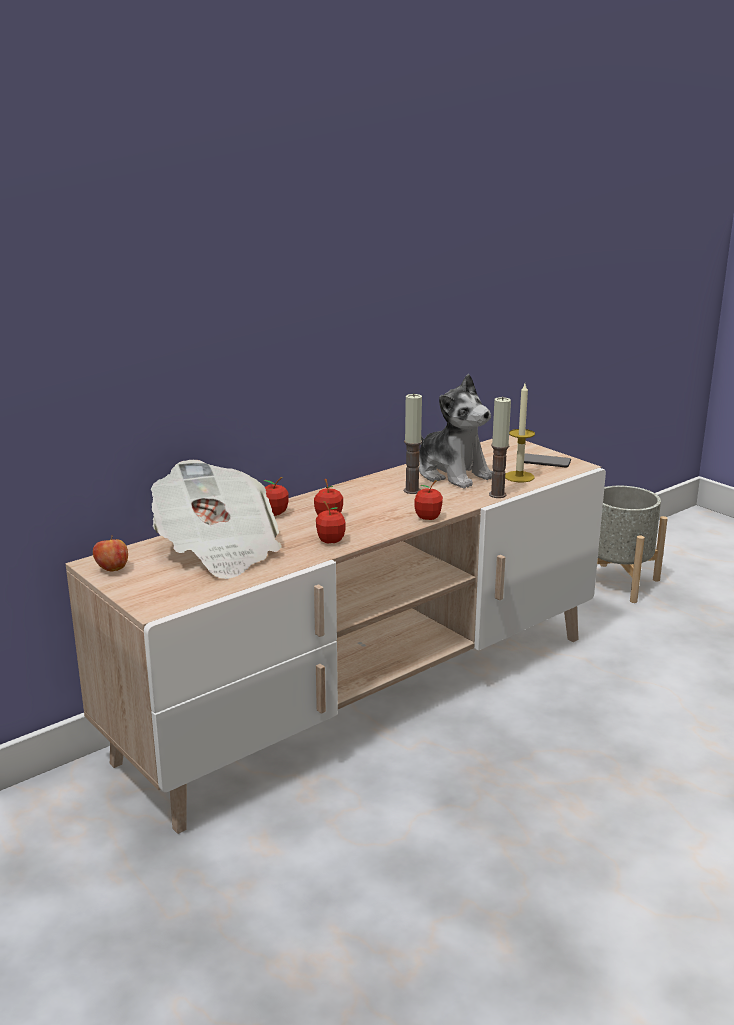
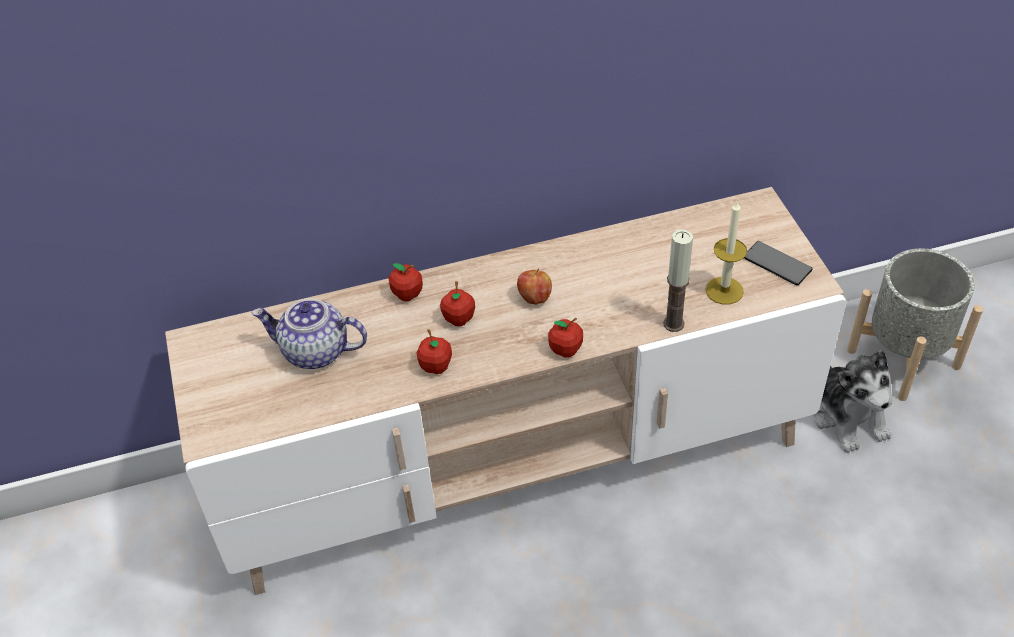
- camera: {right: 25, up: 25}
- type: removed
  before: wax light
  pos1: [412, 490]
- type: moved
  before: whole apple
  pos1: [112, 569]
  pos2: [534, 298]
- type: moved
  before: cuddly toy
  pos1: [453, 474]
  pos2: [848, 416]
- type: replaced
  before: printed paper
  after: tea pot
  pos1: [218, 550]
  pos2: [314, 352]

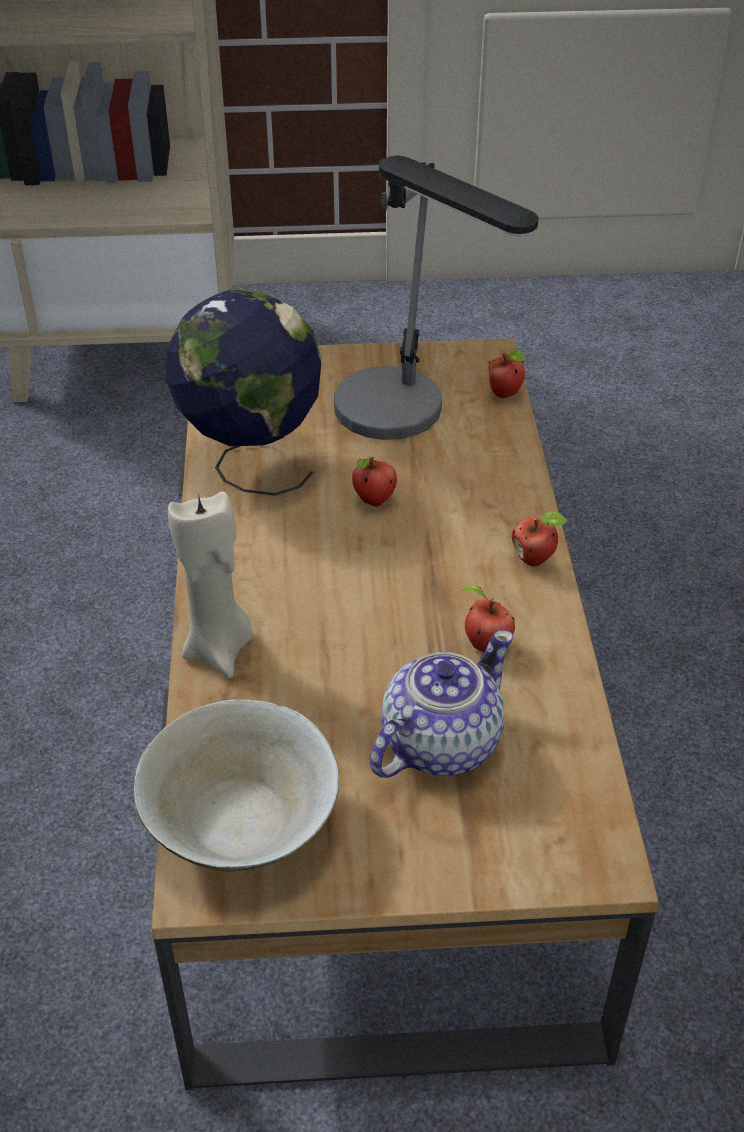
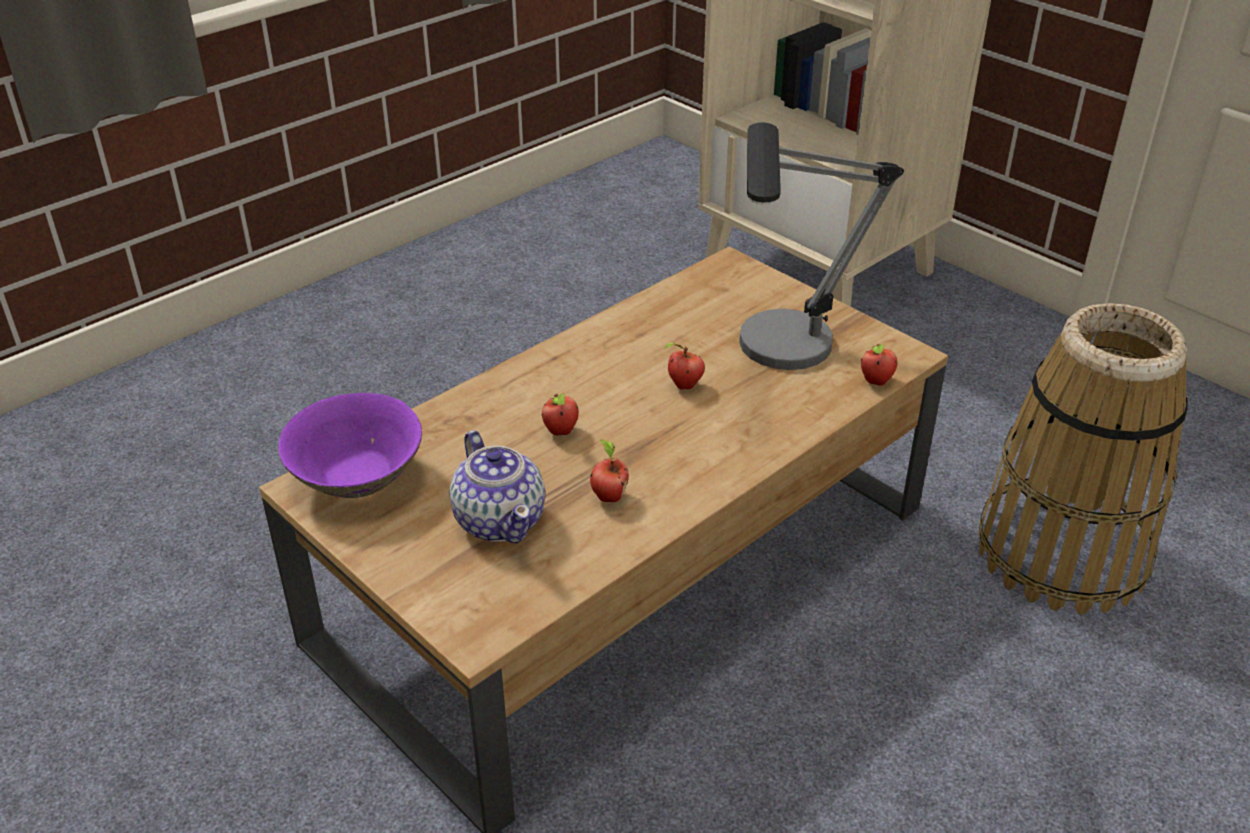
- camera: {right: 50, up: -5}
- type: removed
  before: desk globe
  pos1: [251, 463]
- type: removed
  before: beige-coloured wax light
  pos1: [219, 649]
- type: added
  after: storage basket
  pos2: [1062, 554]
- type: moved
  before: whole apple
  pos1: [535, 559]
  pos2: [561, 432]
- type: recoloured
  before: beige-coloured bowl
  after: purple bowl
  pos1: [242, 826]
  pos2: [357, 479]
- type: turned
  before: tea pot
  pos1: [438, 744]
  pos2: [500, 520]
  turn: 60

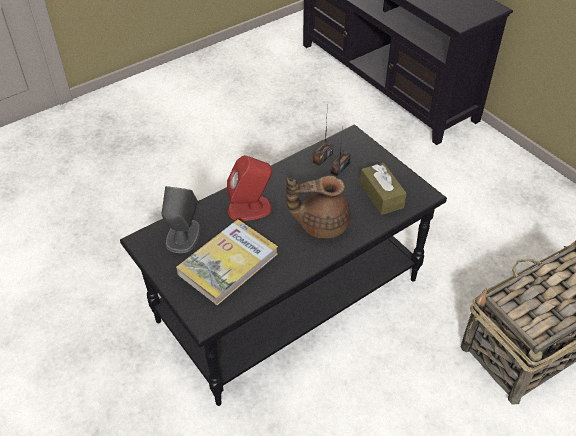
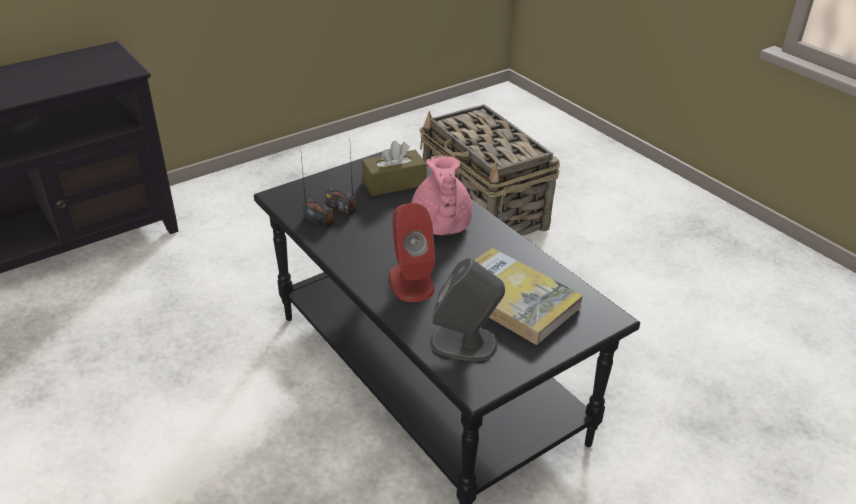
- camera: {right: -90, up: -10}
- type: recoloured
  before: brown tea pot
  after: pink tea pot
  pos1: [321, 224]
  pos2: [440, 226]

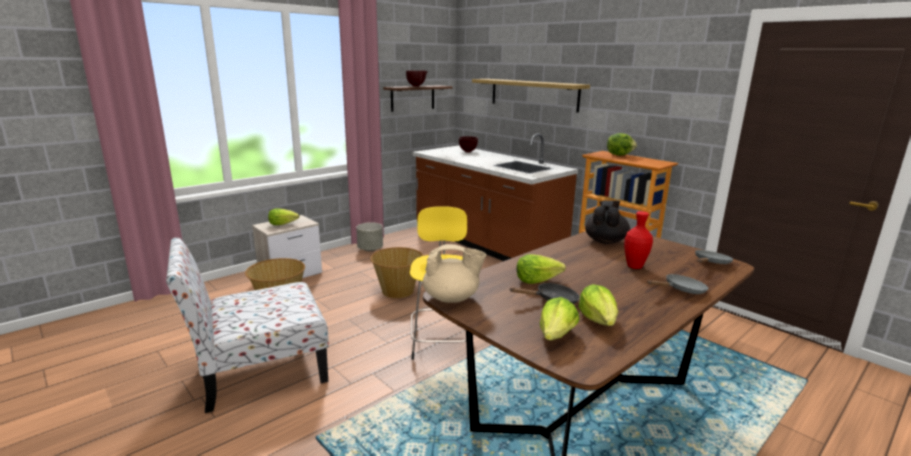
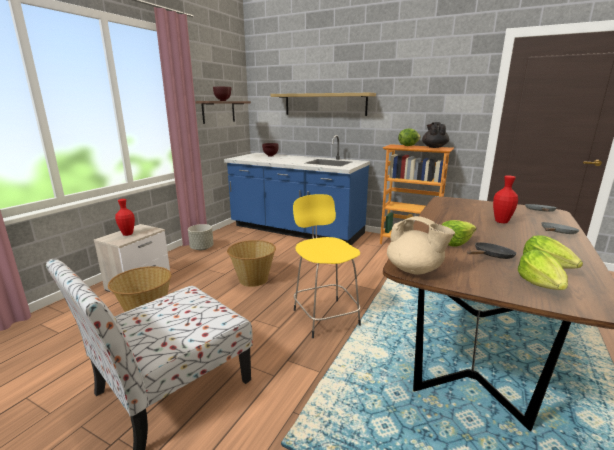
- camera: {right: -20, up: 0}
- type: moved
  before: blackish tea pot
  pos1: [605, 241]
  pos2: [434, 147]
- type: replaced
  before: head of lettuce
  after: red-coloured decorative vase
  pos1: [283, 224]
  pos2: [127, 234]
- type: recoloured
  before: brown kitchen counter
  after: blue-coloured kitchen counter
  pos1: [486, 244]
  pos2: [296, 230]
- type: turned
  before: beige-coloured tea pot
  pos1: [452, 298]
  pos2: [414, 270]
  turn: 60

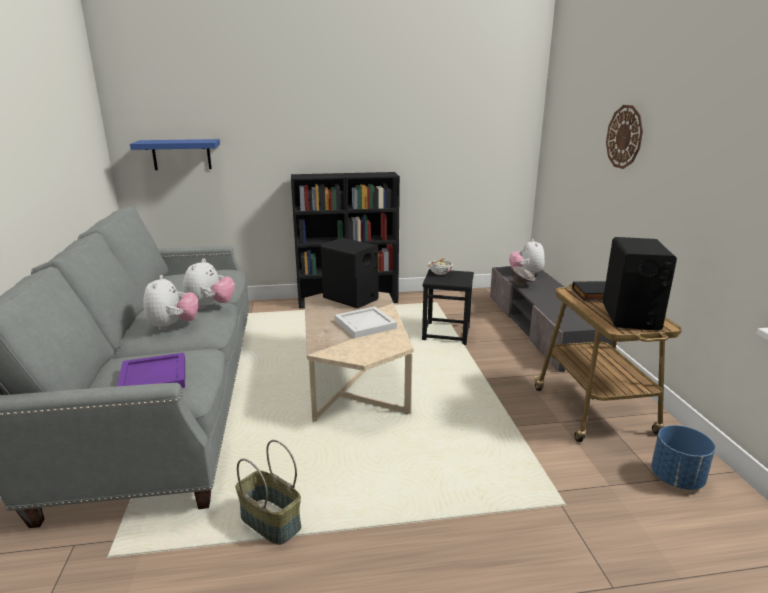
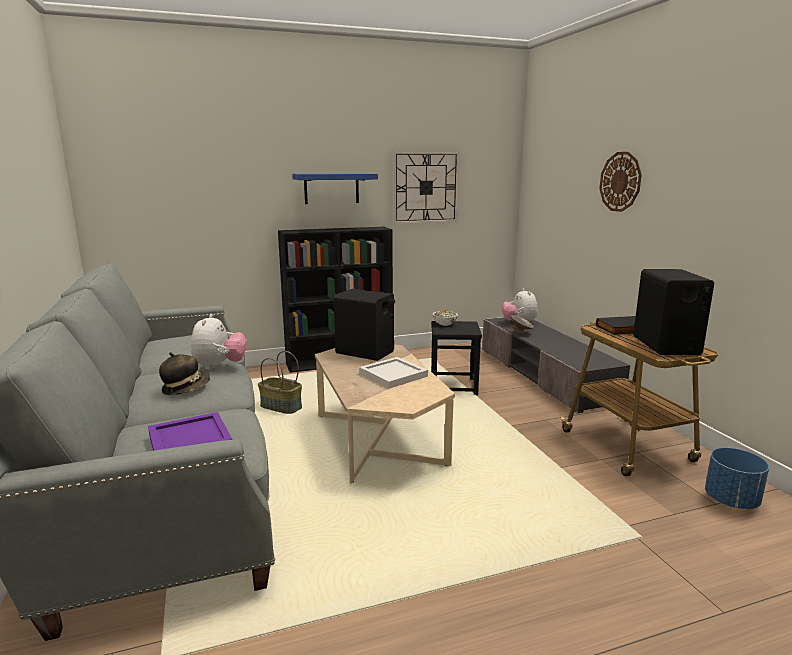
- camera: {right: -10, up: -5}
- type: added
  after: wall clock
  pos2: [425, 187]
- type: moved
  before: blue-coloured shelf
  pos1: [181, 154]
  pos2: [331, 188]
- type: moved
  before: storage basket
  pos1: [269, 522]
  pos2: [280, 407]
- type: replaced
  before: cuddly toy
  after: clothing hat
  pos1: [173, 326]
  pos2: [186, 388]

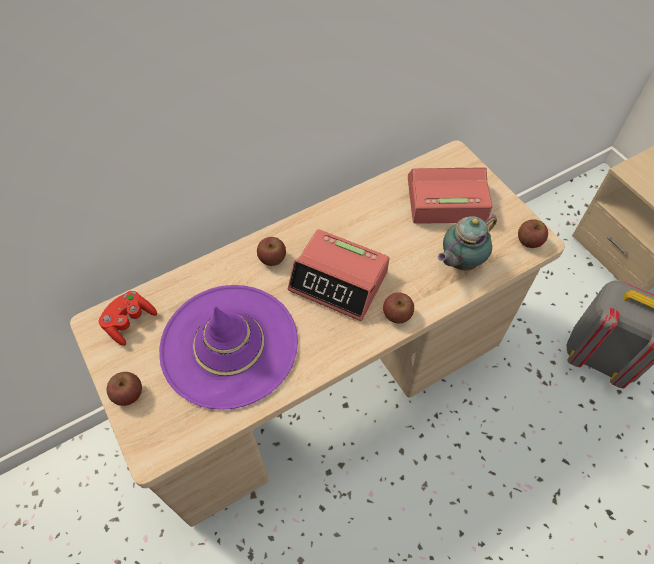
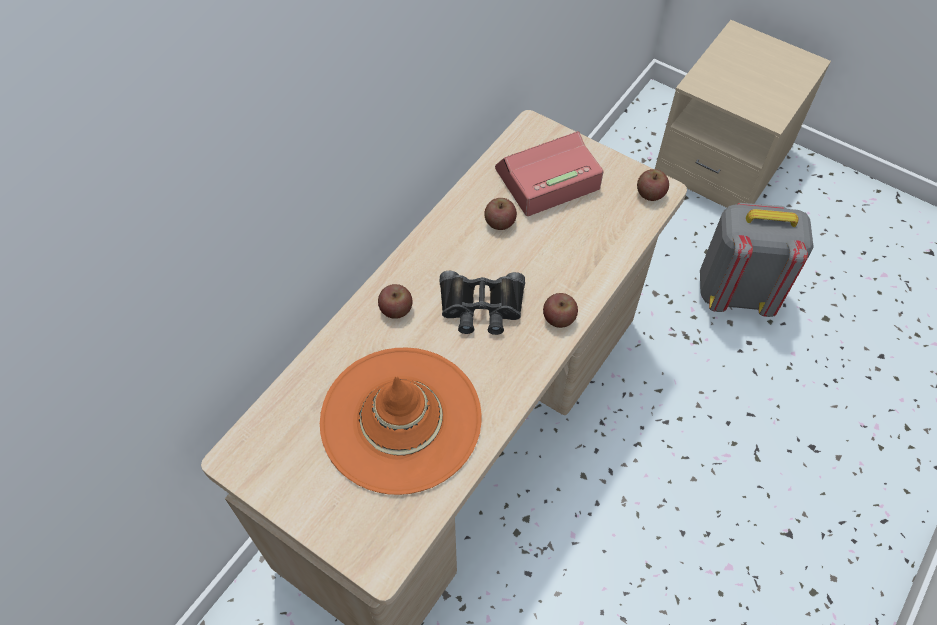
- camera: {right: -25, up: 0}
- type: removed
  before: red-coloured game controller
  pos1: [130, 322]
- type: removed
  before: tea pot
  pos1: [459, 262]
- type: moved
  before: whole apple
  pos1: [128, 394]
  pos2: [500, 222]
- type: replaced
  before: bedside clock
  after: blackish pair of binoculars
  pos1: [339, 281]
  pos2: [481, 307]
- type: recoloured
  before: purple clothing hat
  after: orange clothing hat
  pos1: [229, 345]
  pos2: [401, 419]

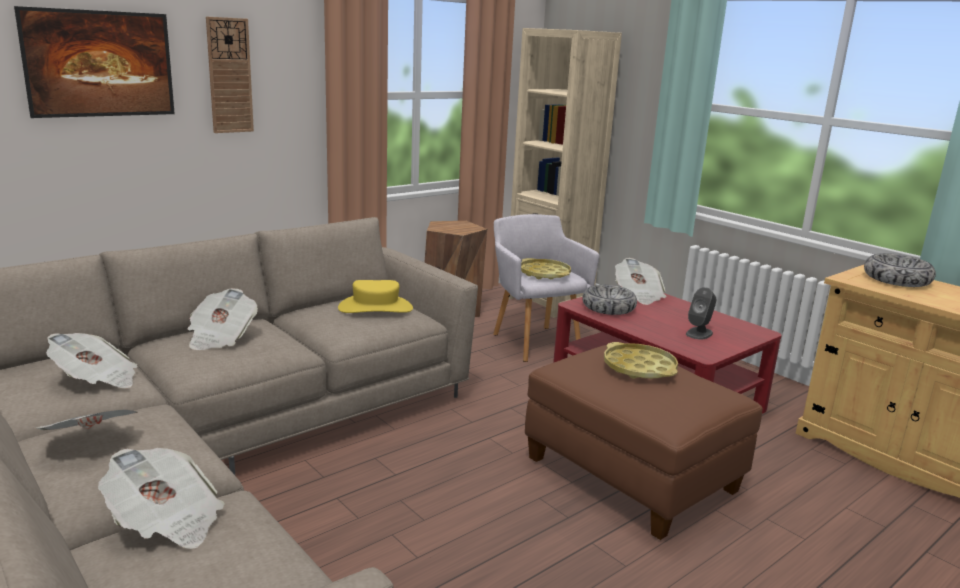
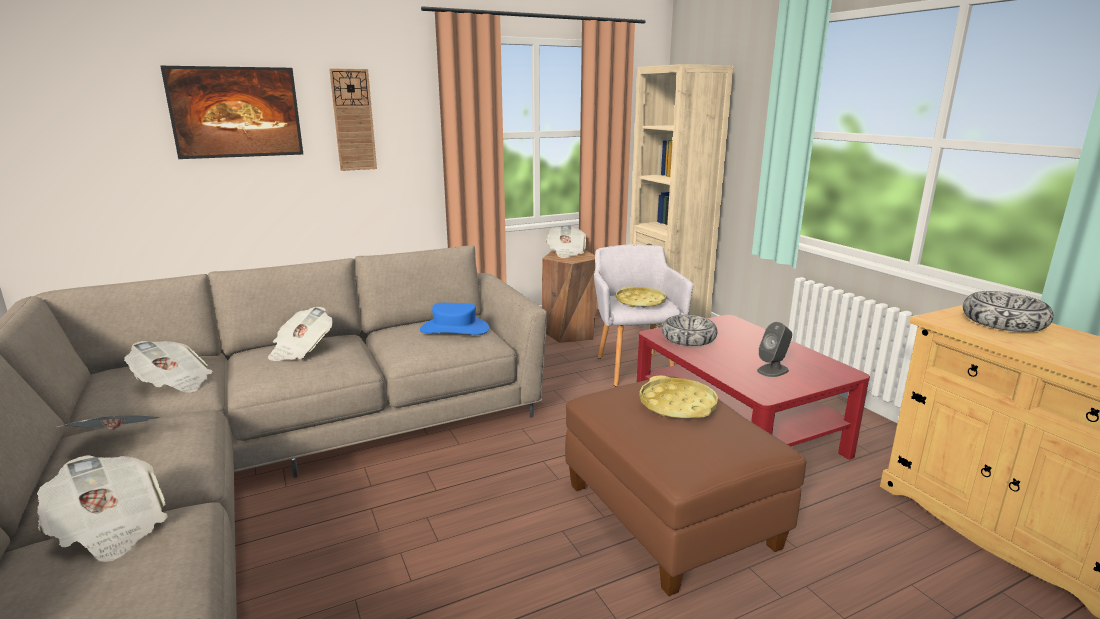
- camera: {right: 15, up: 0}
- type: moved
  before: printed paper
  pos1: [638, 295]
  pos2: [566, 252]
- type: recoloured
  before: yellow clothing hat
  after: blue-coloured clothing hat
  pos1: [375, 308]
  pos2: [455, 329]

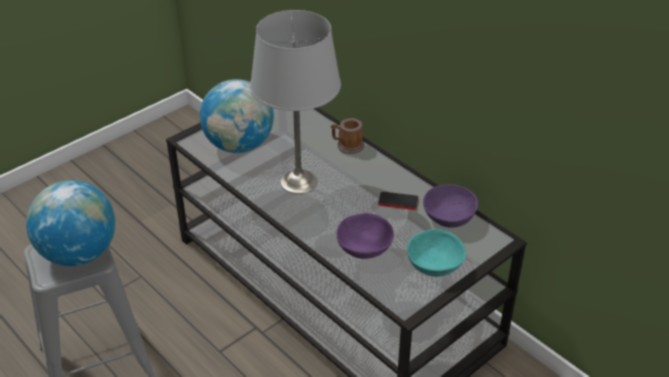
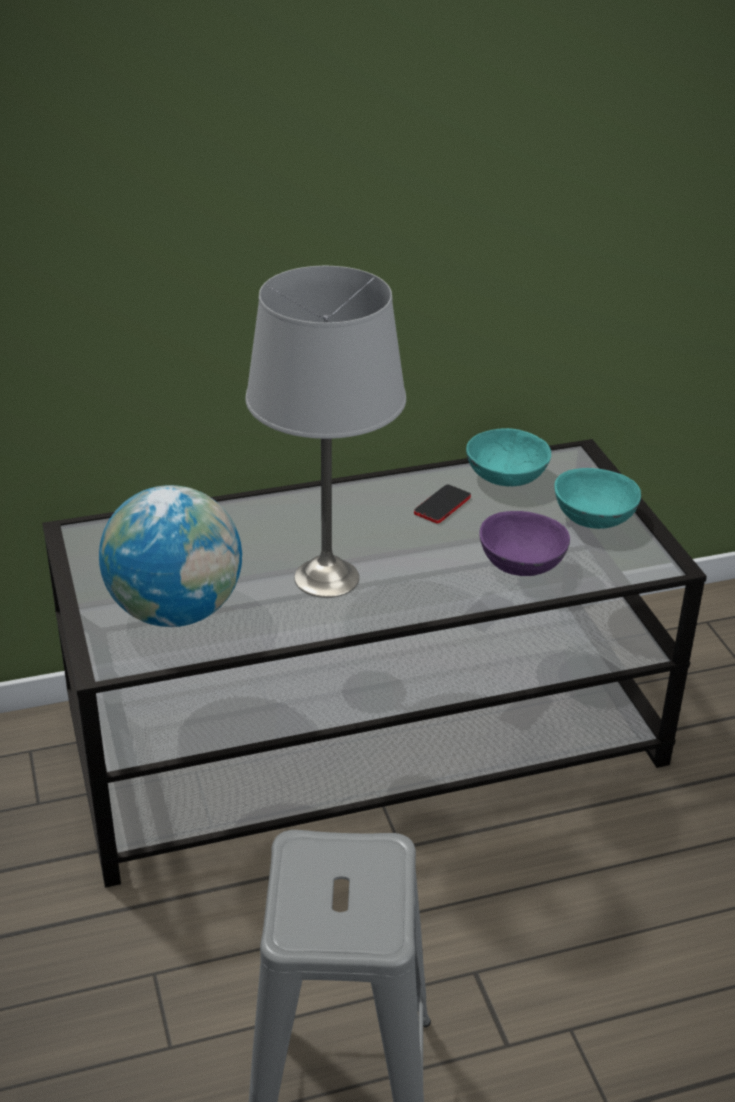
- camera: {right: -65, up: -5}
- type: removed
  before: desk globe
  pos1: [79, 253]
- type: removed
  before: mug
  pos1: [347, 146]
- type: recoloured
  before: purple bowl
  after: blue-green bowl
  pos1: [449, 216]
  pos2: [505, 475]

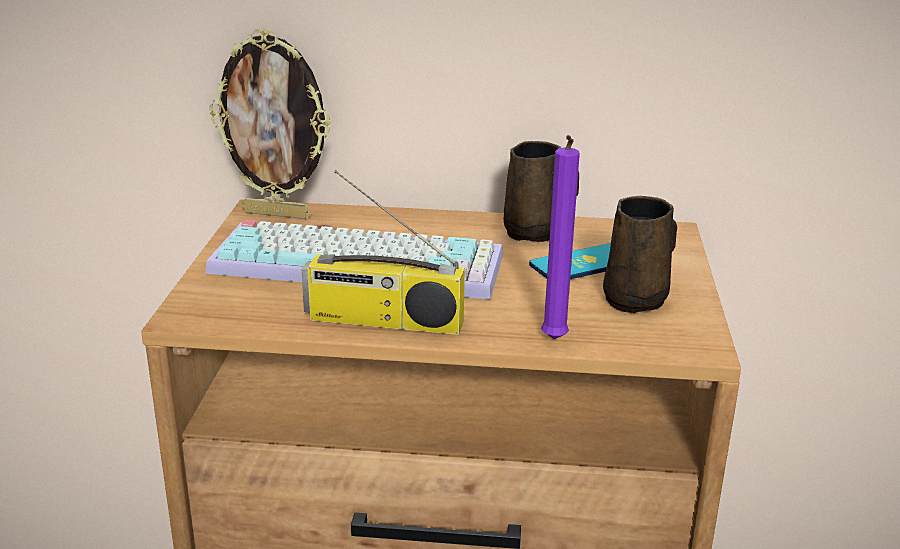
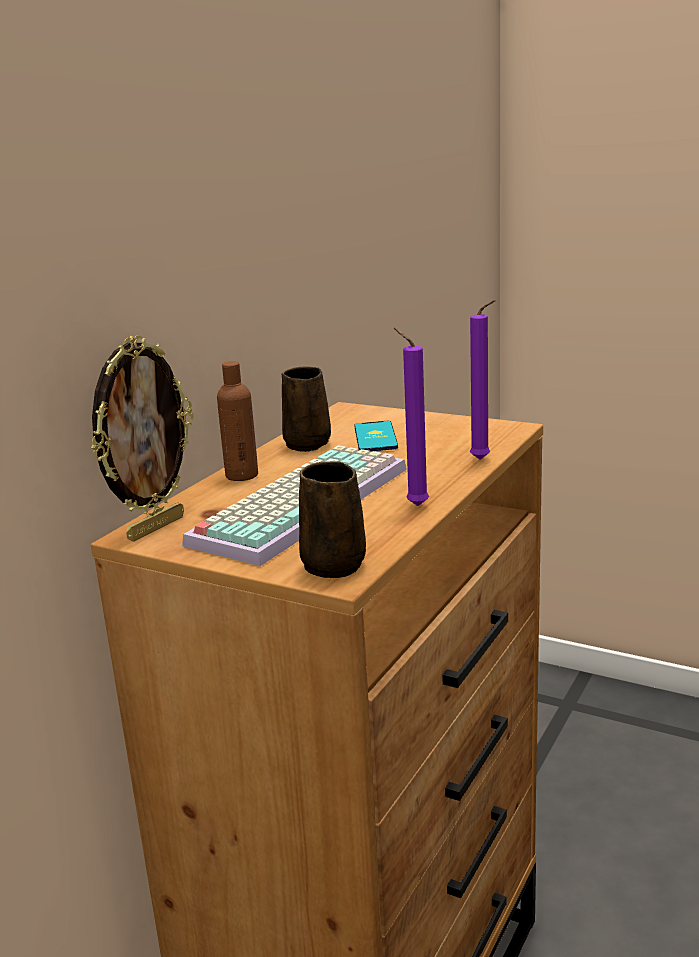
- camera: {right: -65, up: -5}
- type: added
  after: brown bottle
  pos2: [241, 475]
- type: moved
  before: brown mug
  pos1: [637, 299]
  pos2: [332, 563]
- type: replaced
  before: radio
  after: purple wax light
  pos1: [382, 321]
  pos2: [414, 505]

